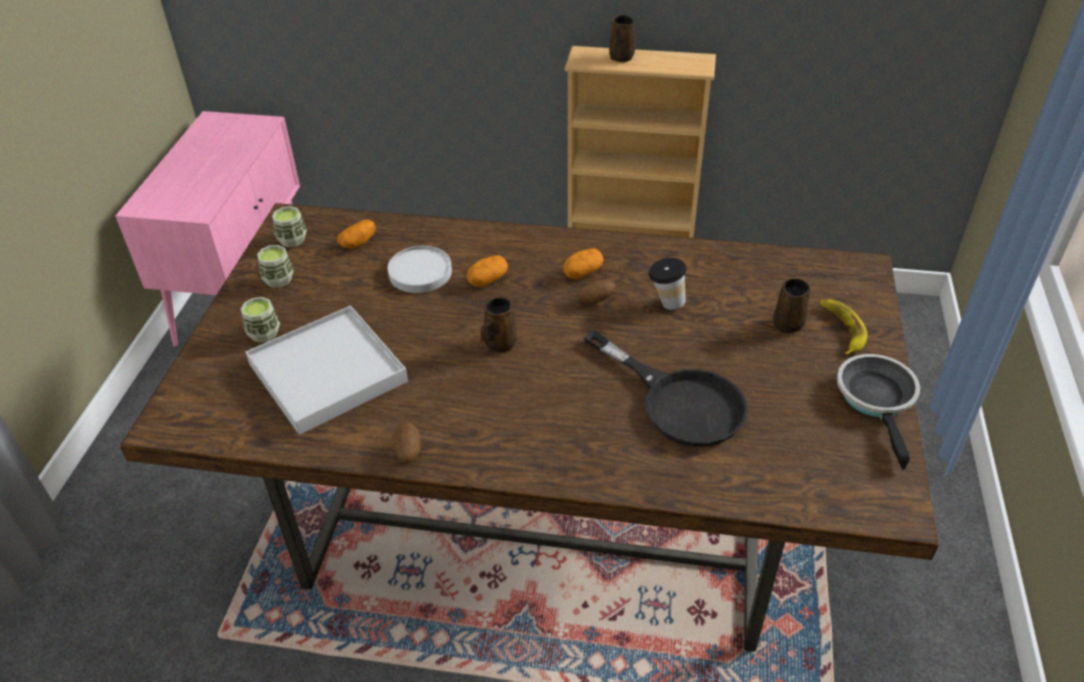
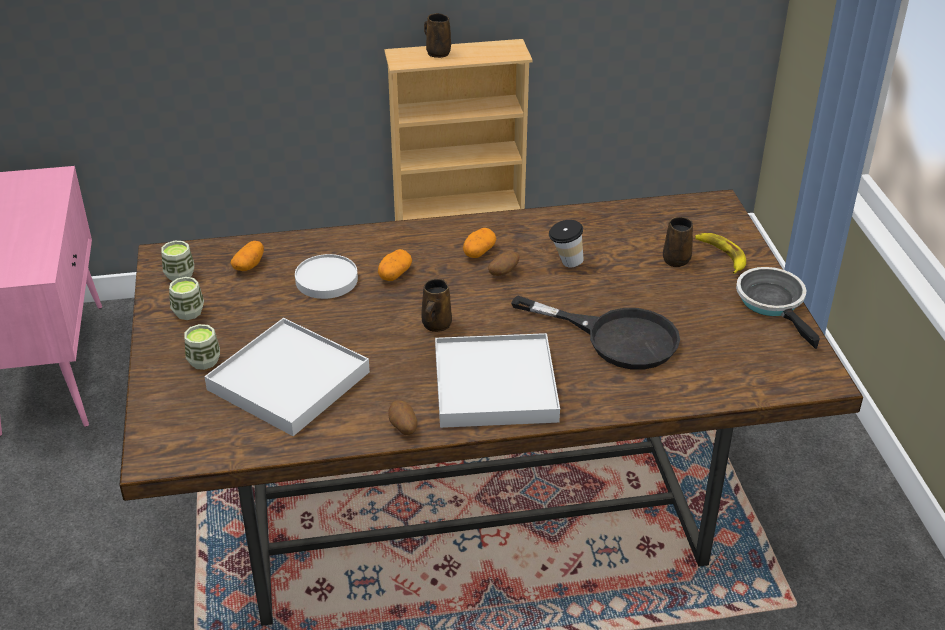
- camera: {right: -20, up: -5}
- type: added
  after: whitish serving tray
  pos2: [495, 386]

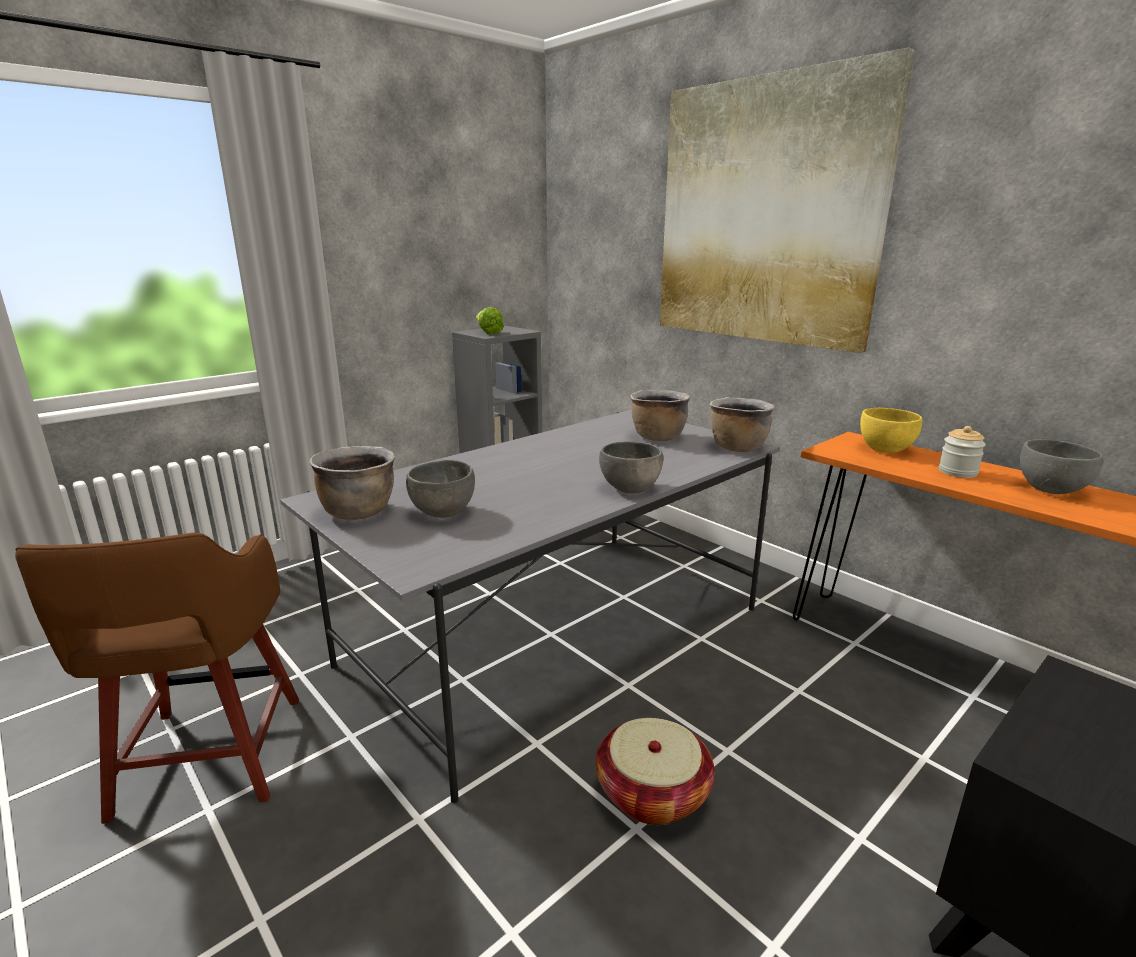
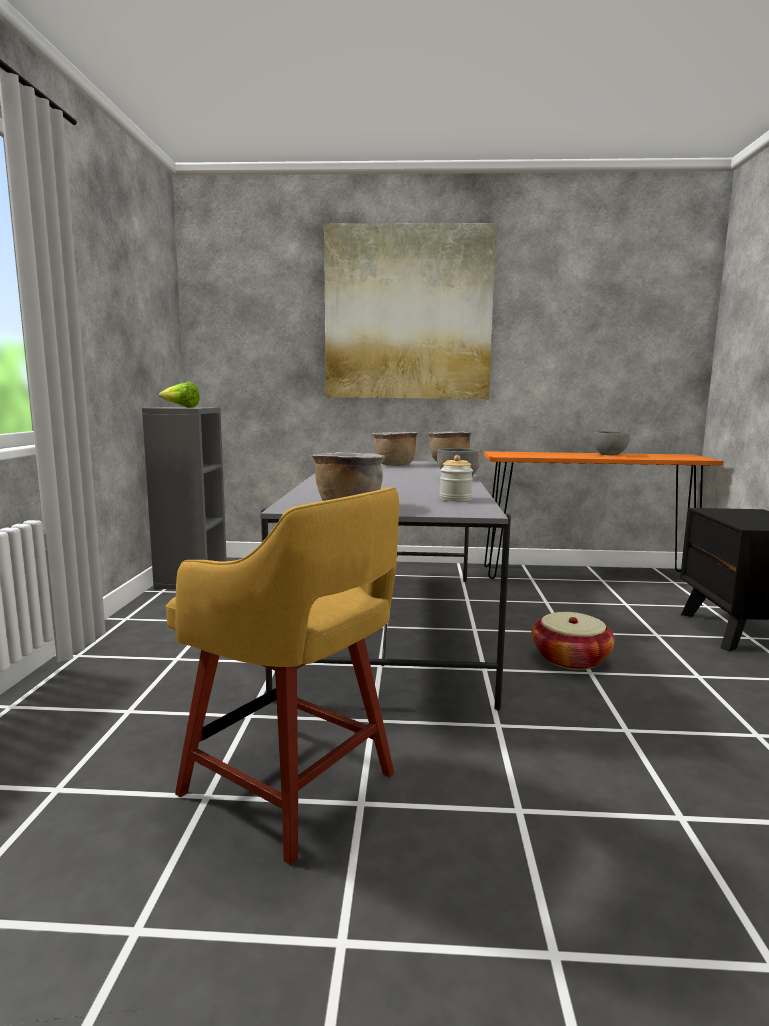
- camera: {right: -45, up: -10}
- type: removed
  before: grey bowl
  pos1: [443, 512]
- type: removed
  before: yellow bowl
  pos1: [885, 449]
- type: moved
  before: jar
  pos1: [957, 472]
  pos2: [455, 499]
- type: recoloured
  before: brown stool
  after: yellow stool
  pos1: [208, 760]
  pos2: [292, 787]

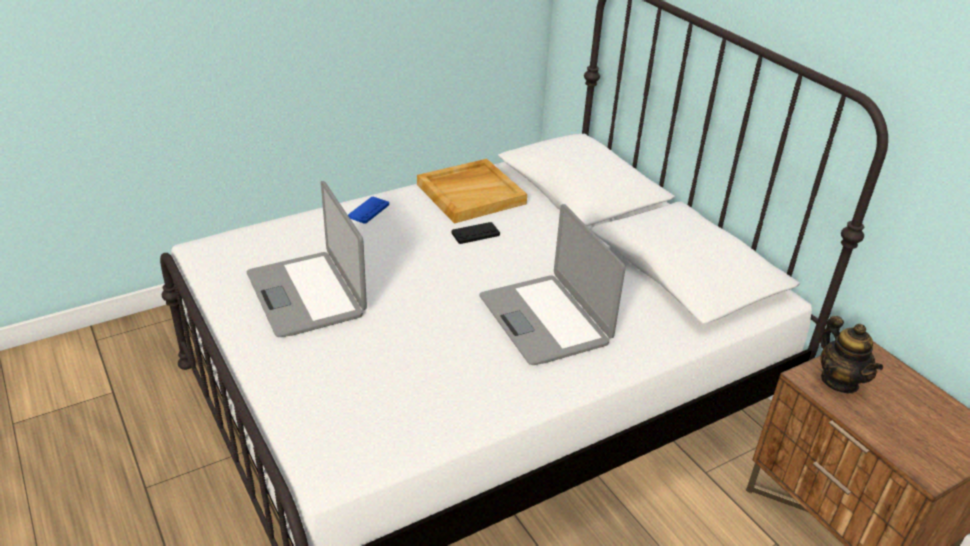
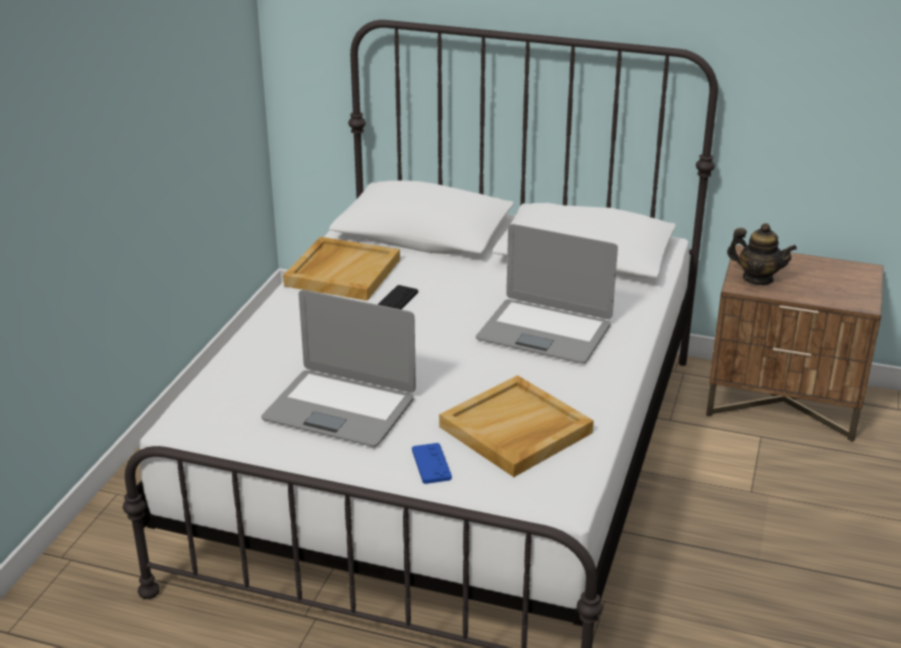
- camera: {right: -40, up: -5}
- type: added
  after: beige-coloured serving tray
  pos2: [515, 431]
- type: moved
  before: blue-coloured game controller
  pos1: [369, 211]
  pos2: [431, 464]

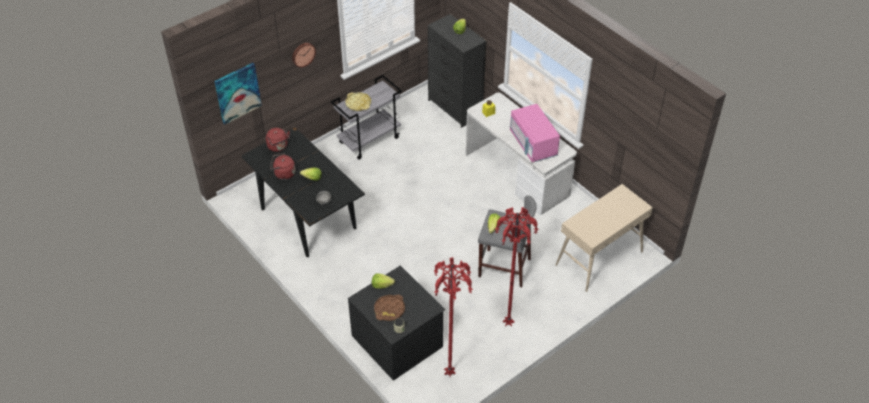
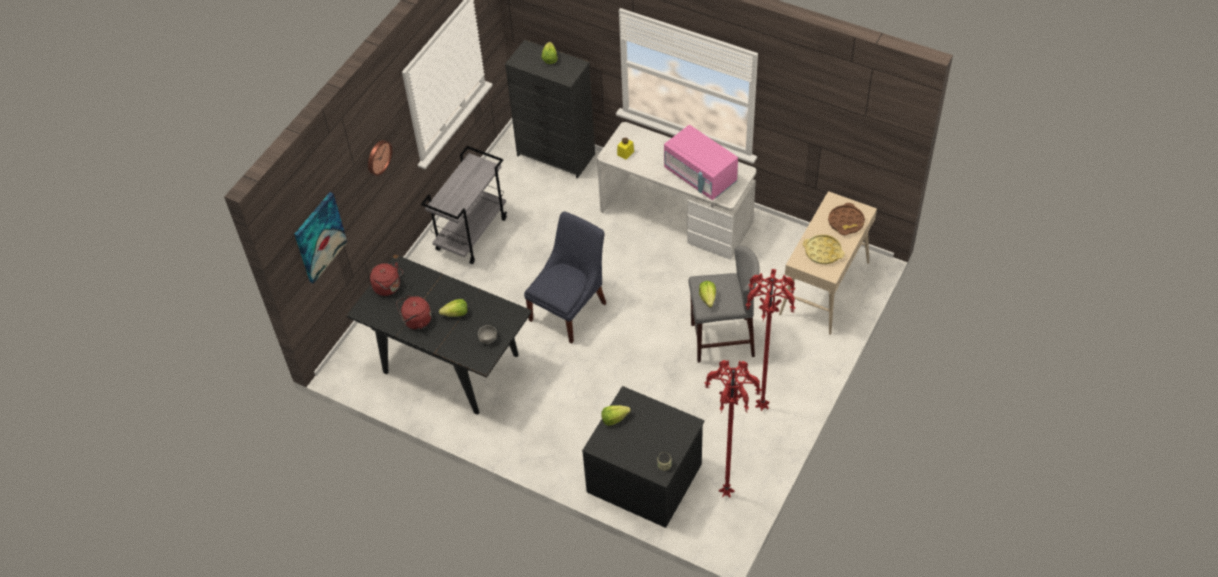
- camera: {right: -20, up: 5}
- type: added
  after: blue-coloured plain chair
  pos2: [570, 309]
- type: moved
  before: yellow serving tray
  pos1: [358, 103]
  pos2: [823, 252]
- type: moved
  before: brown serving tray
  pos1: [389, 310]
  pos2: [846, 222]

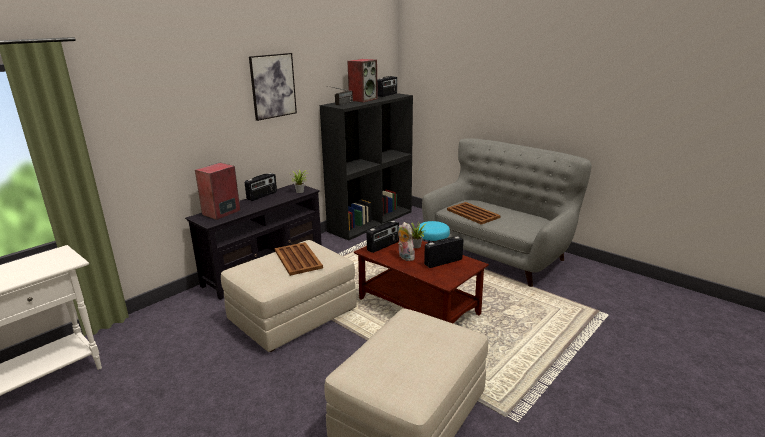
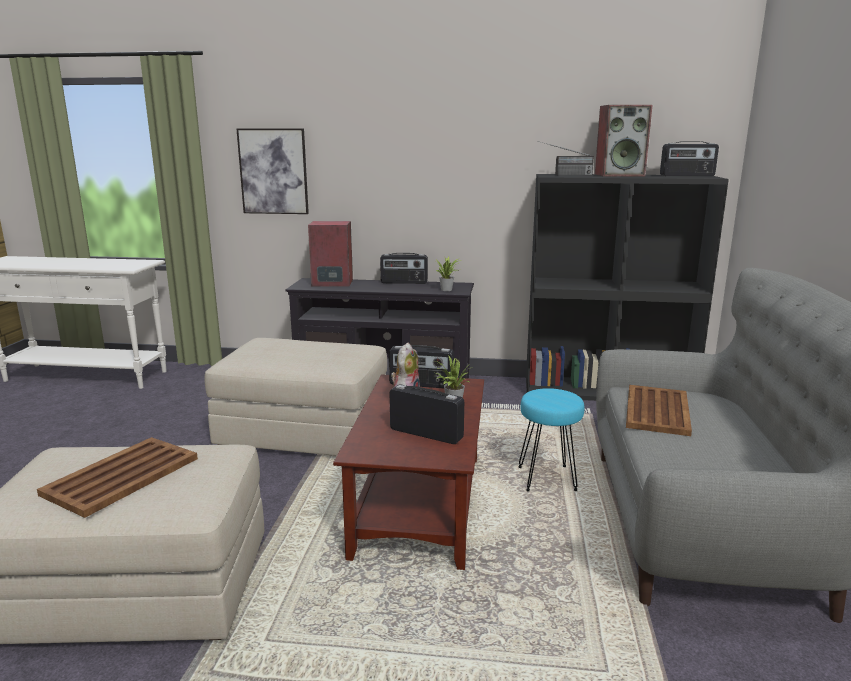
- camera: {right: 55, up: -5}
- type: moved
  before: wall art
  pos1: [273, 86]
  pos2: [273, 171]
- type: moved
  before: brown serving tray
  pos1: [298, 259]
  pos2: [120, 477]

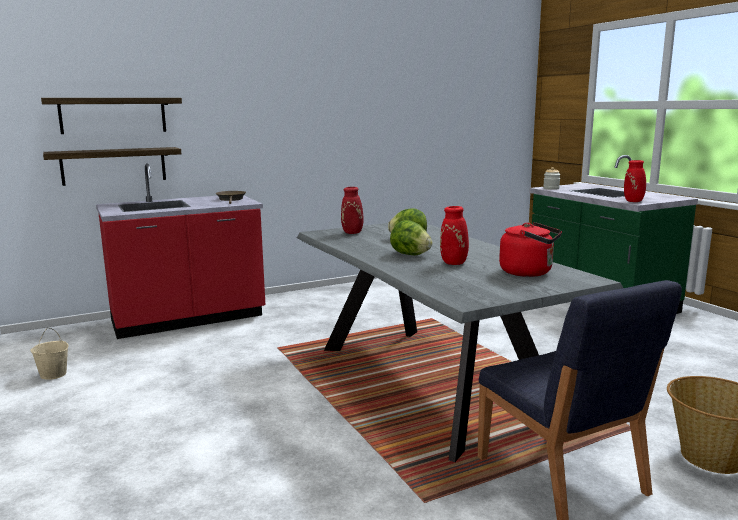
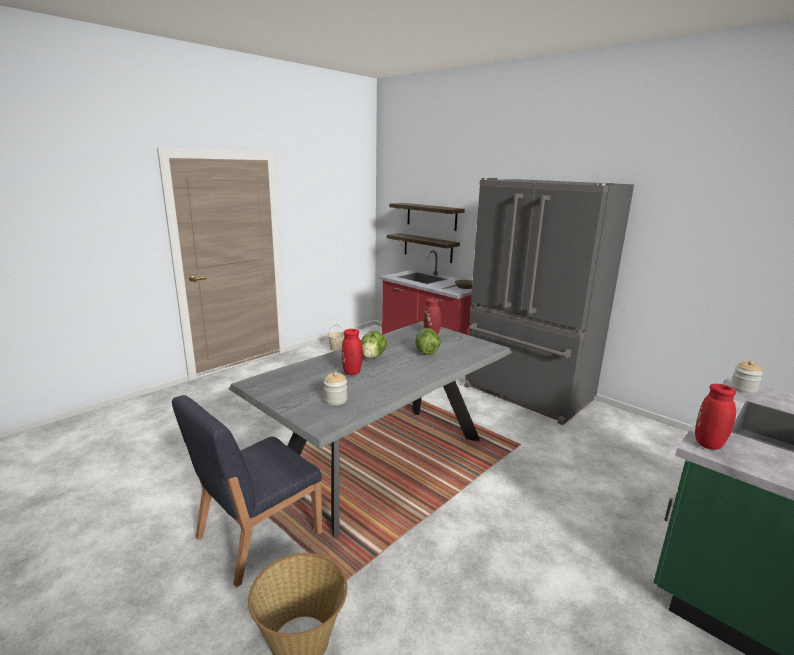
- camera: {right: 70, up: 5}
- type: added
  after: grey kitchen fridge
  pos2: [526, 394]
- type: replaced
  before: red-coloured water kettle
  after: jar
  pos1: [529, 272]
  pos2: [335, 400]

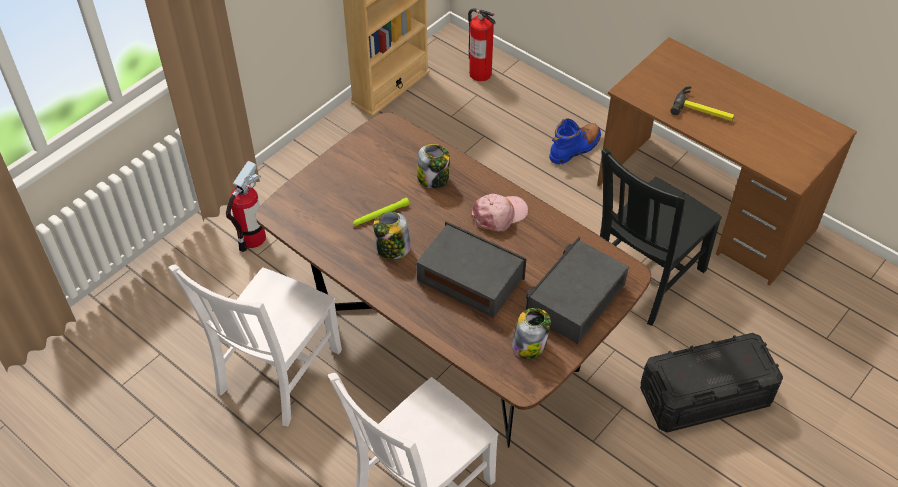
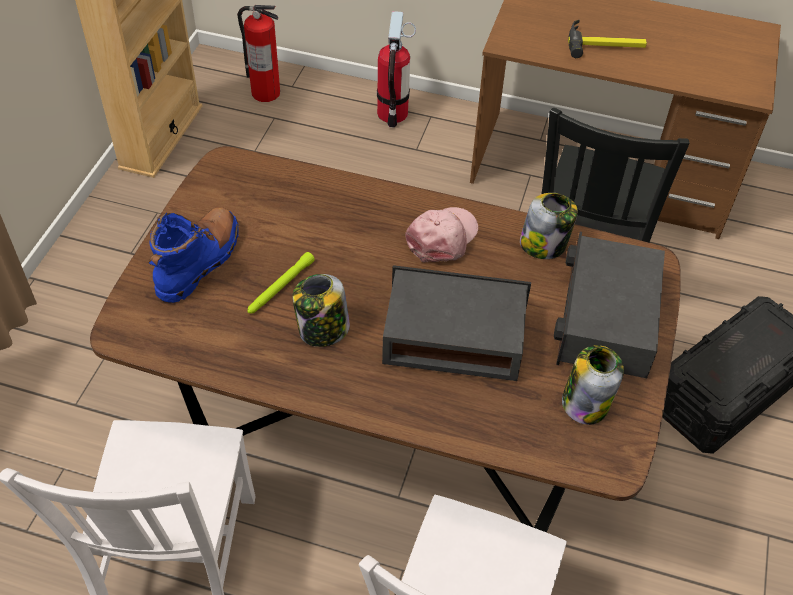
- camera: {right: -25, up: 0}
- type: moved
  before: extinguisher
  pos1: [252, 238]
  pos2: [392, 113]
- type: moved
  before: jar
  pos1: [433, 178]
  pos2: [544, 244]
- type: moved
  before: blue-coloured high-top boot
  pos1: [575, 148]
  pos2: [199, 262]

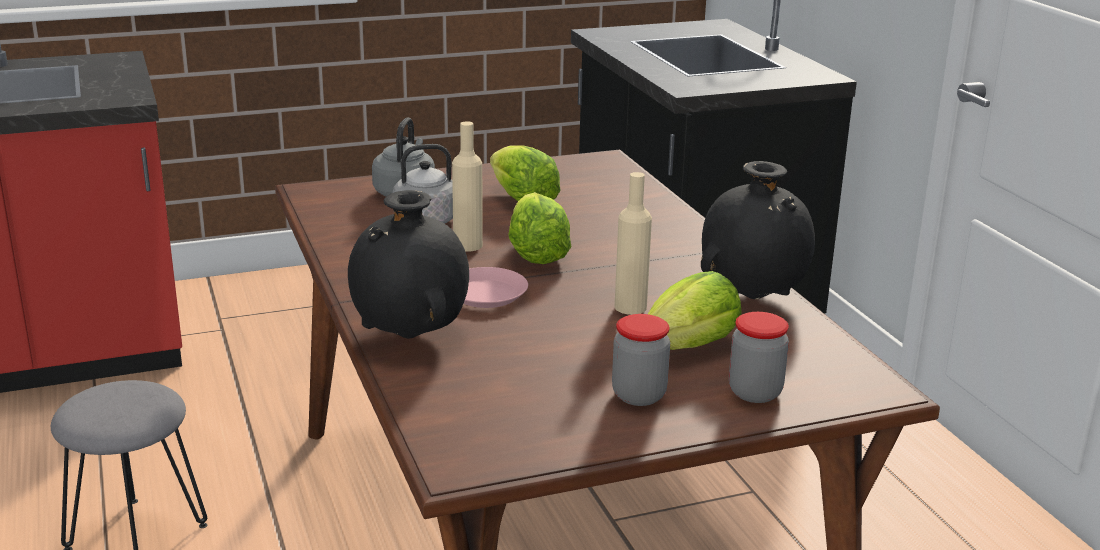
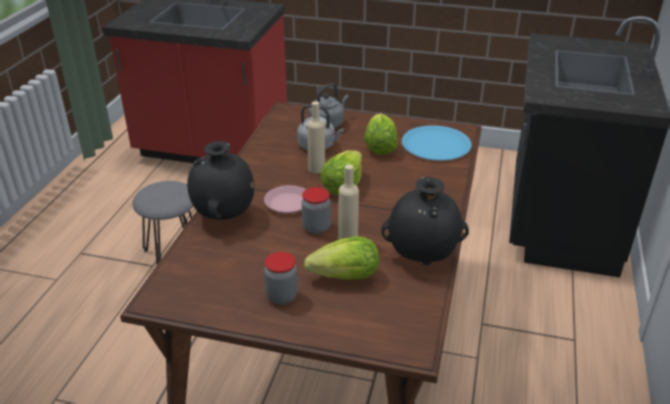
- camera: {right: 35, up: 10}
- type: added
  after: blue-coloured flat dish
  pos2: [436, 145]
- type: moved
  before: jar
  pos1: [755, 392]
  pos2: [316, 227]

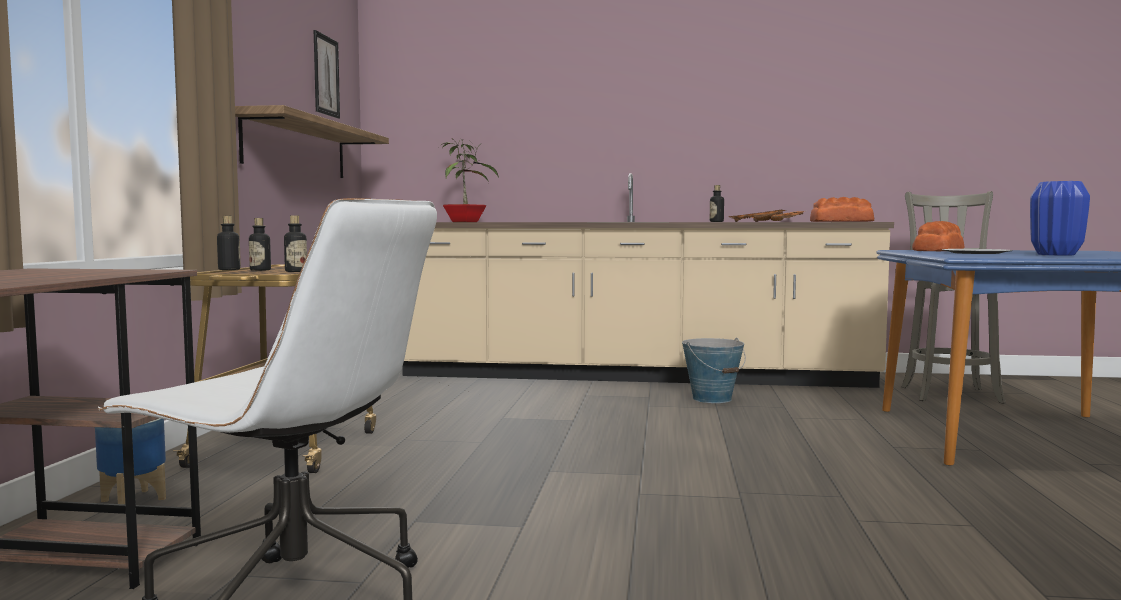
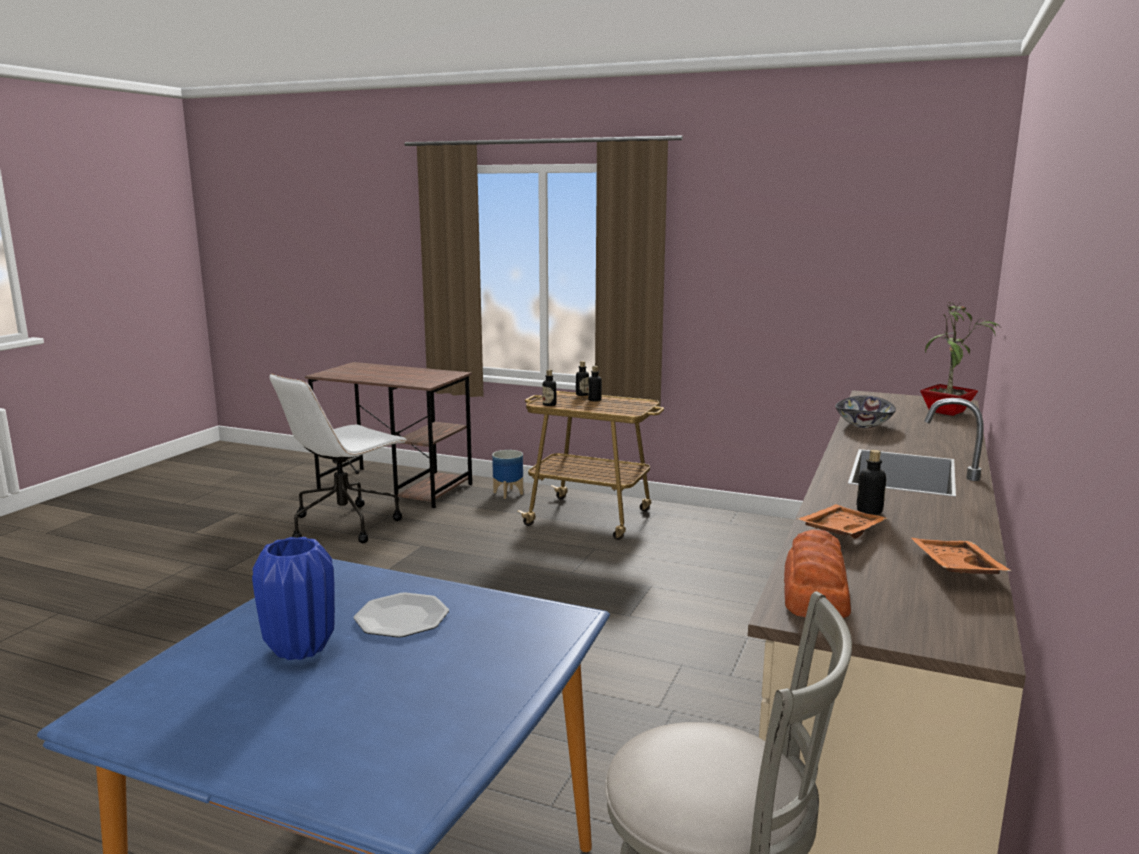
- camera: {right: 105, up: 10}
- type: removed
  before: shelf
  pos1: [297, 148]
- type: removed
  before: wall art
  pos1: [326, 75]
- type: removed
  before: pail
  pos1: [712, 399]
- type: removed
  before: baked bread
  pos1: [939, 250]
- type: added
  after: bowl
  pos2: [864, 425]

